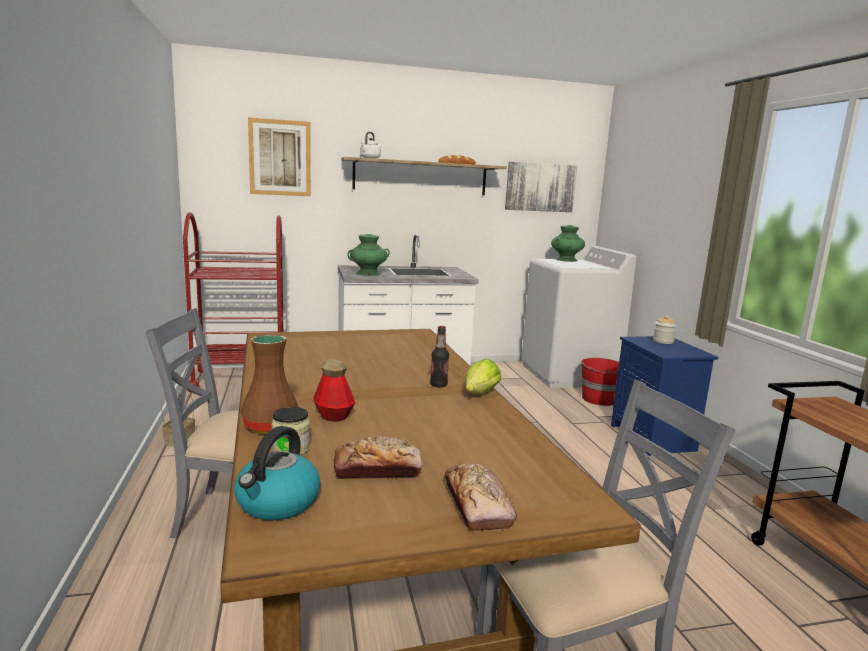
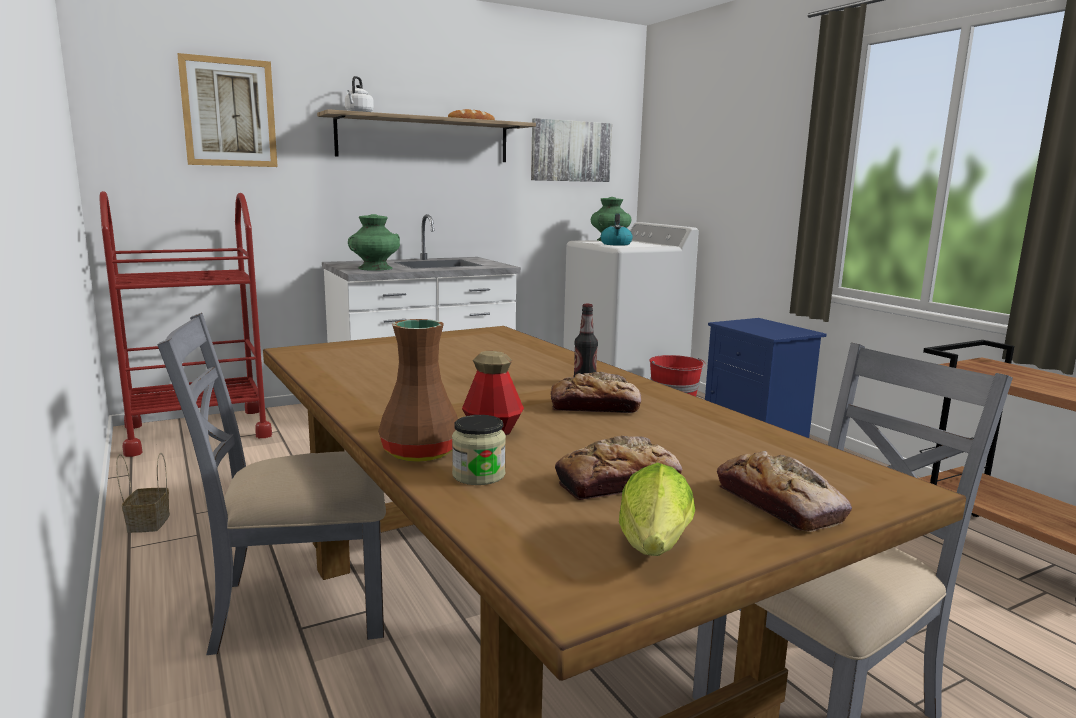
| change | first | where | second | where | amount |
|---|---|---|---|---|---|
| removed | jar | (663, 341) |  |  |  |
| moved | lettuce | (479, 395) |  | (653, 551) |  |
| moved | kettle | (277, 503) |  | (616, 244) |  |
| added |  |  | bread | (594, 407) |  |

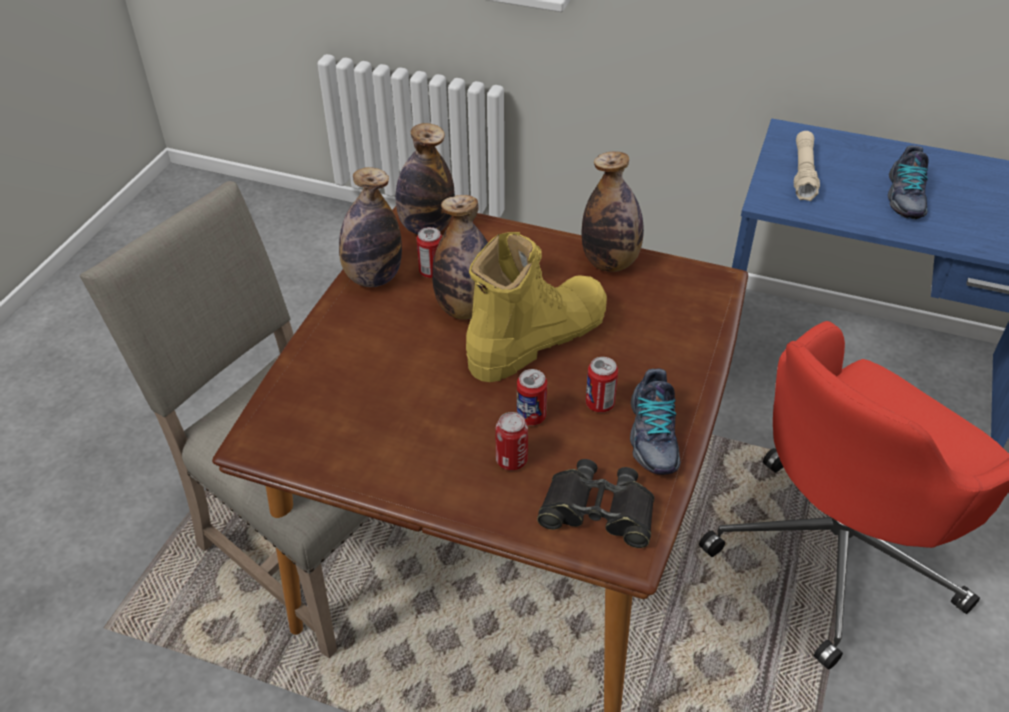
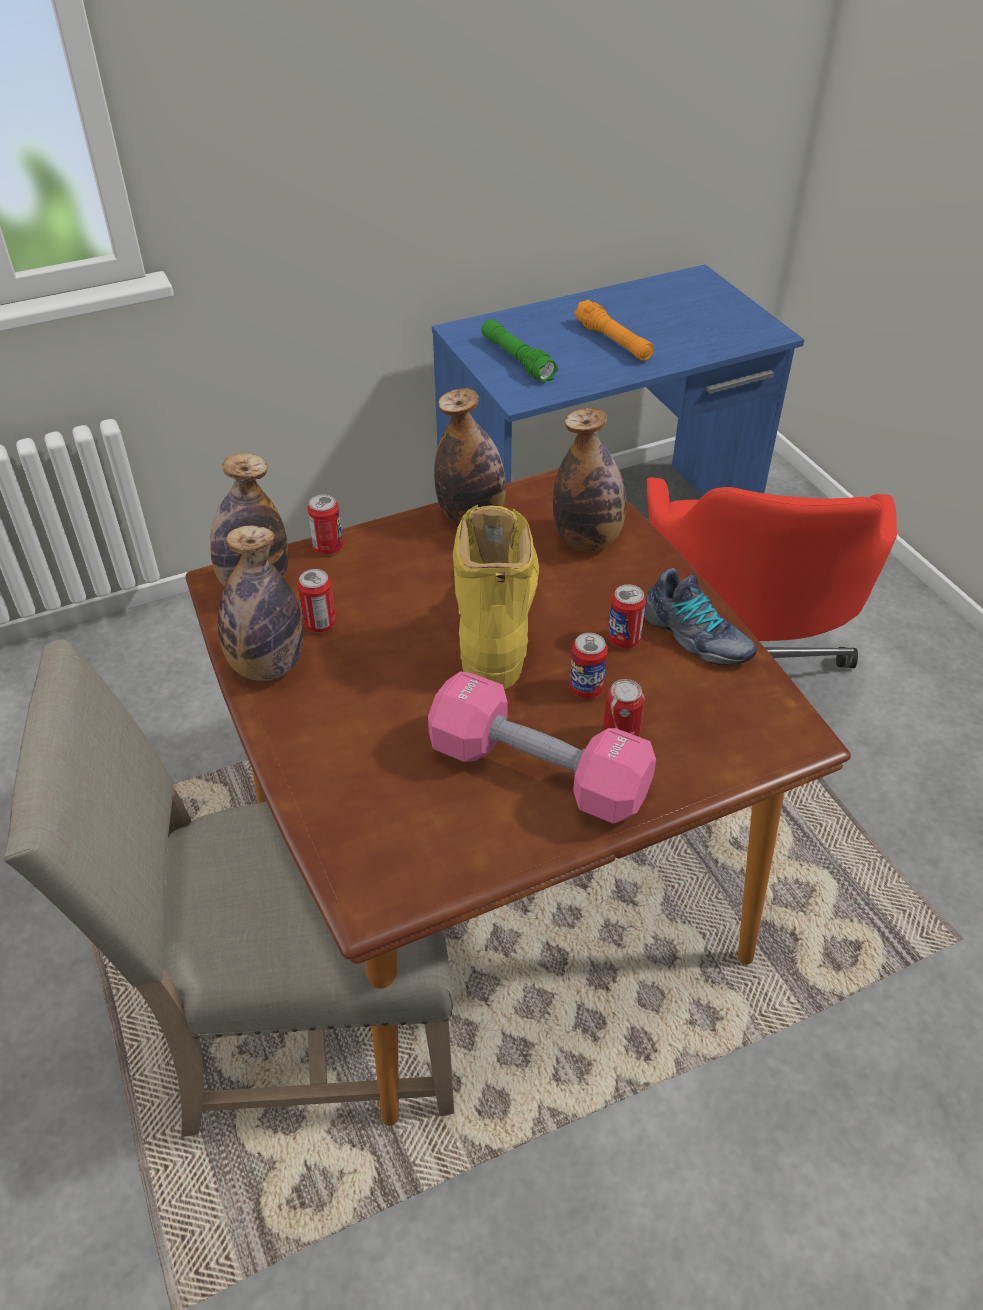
| change | first | where | second | where | amount |
|---|---|---|---|---|---|
| recoloured | beige_flashlight | (803, 173) | green_flashlight | (517, 360) |  |
| replaced | shoe | (904, 197) | orange_flashlight | (613, 341) |  |
| moved | bottle | (466, 309) |  | (587, 540) |  |
| removed | black_binoculars | (598, 511) |  |  |  |
| added |  |  | can | (328, 547) |  |
| added |  |  | pink_dumbbell | (538, 772) |  |

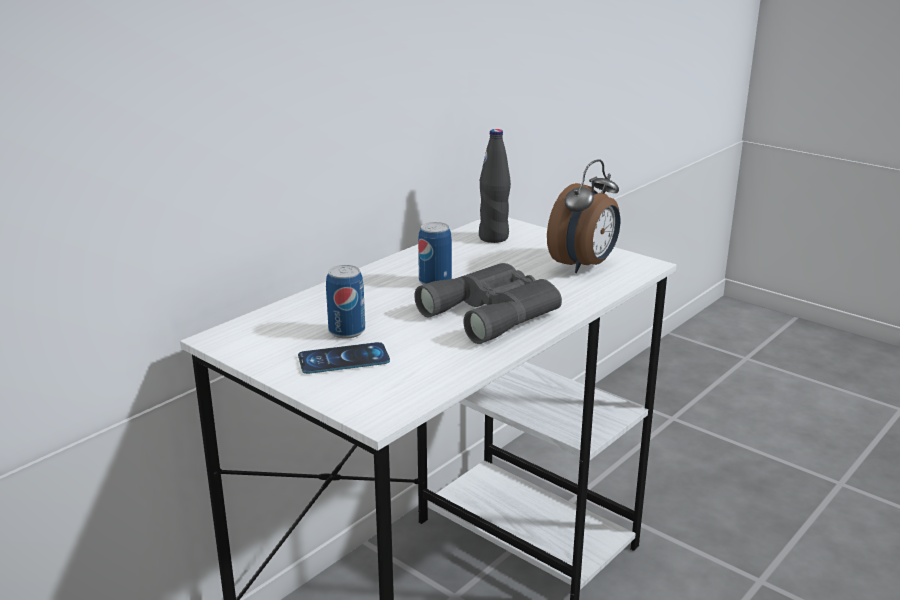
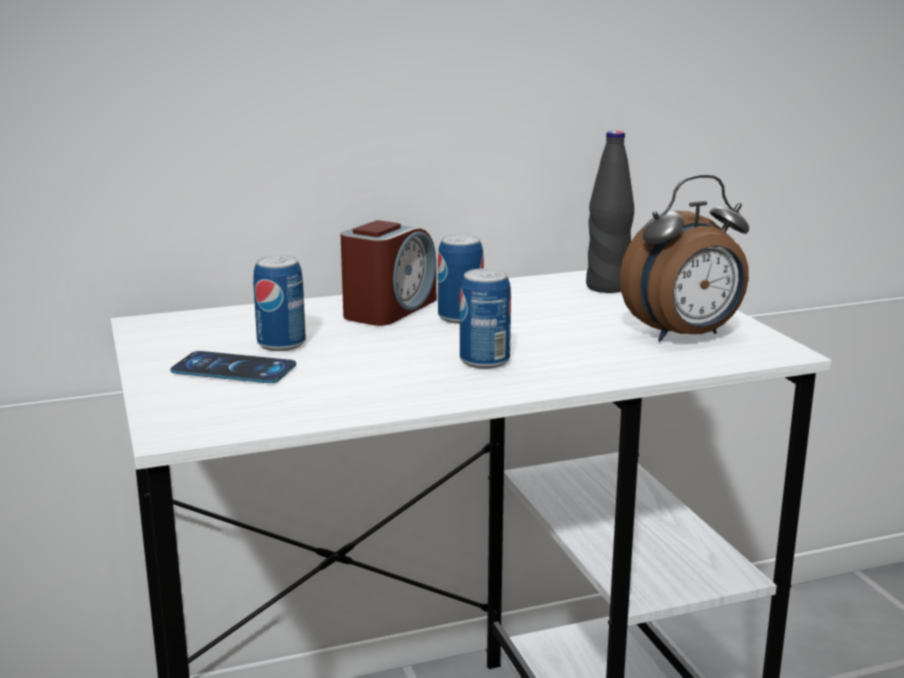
| change | first | where | second | where | amount |
|---|---|---|---|---|---|
| replaced | grey_binoculars | (495, 312) | can | (484, 361) |  |
| added |  |  | alarm_clock | (389, 309) |  |

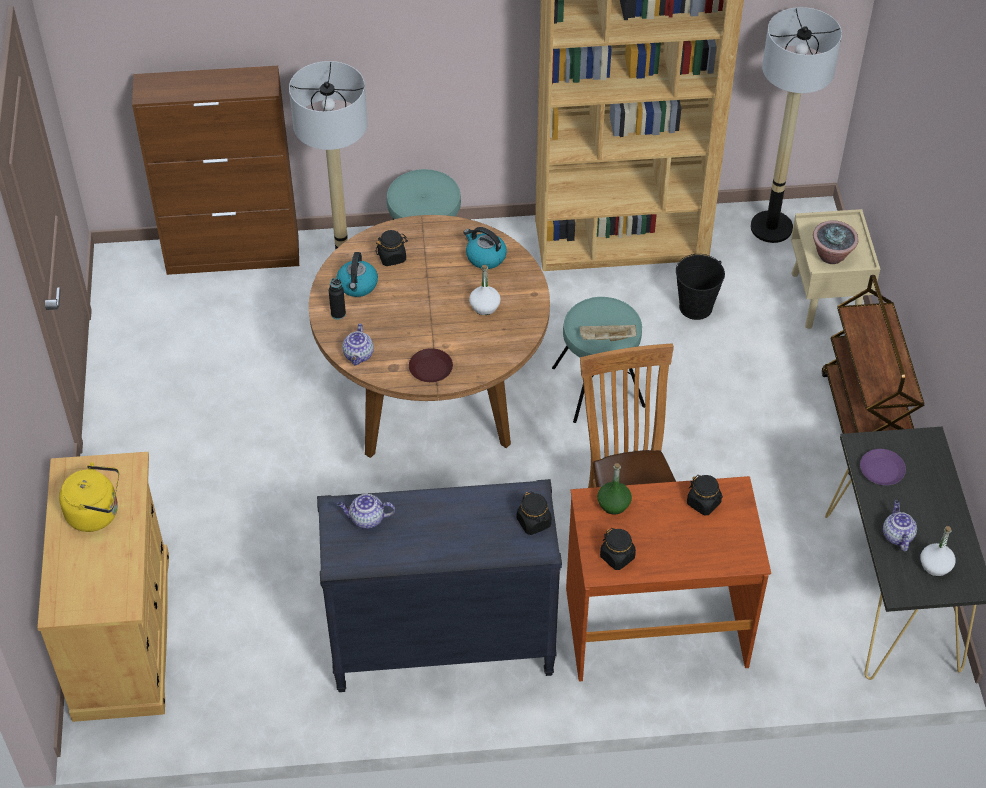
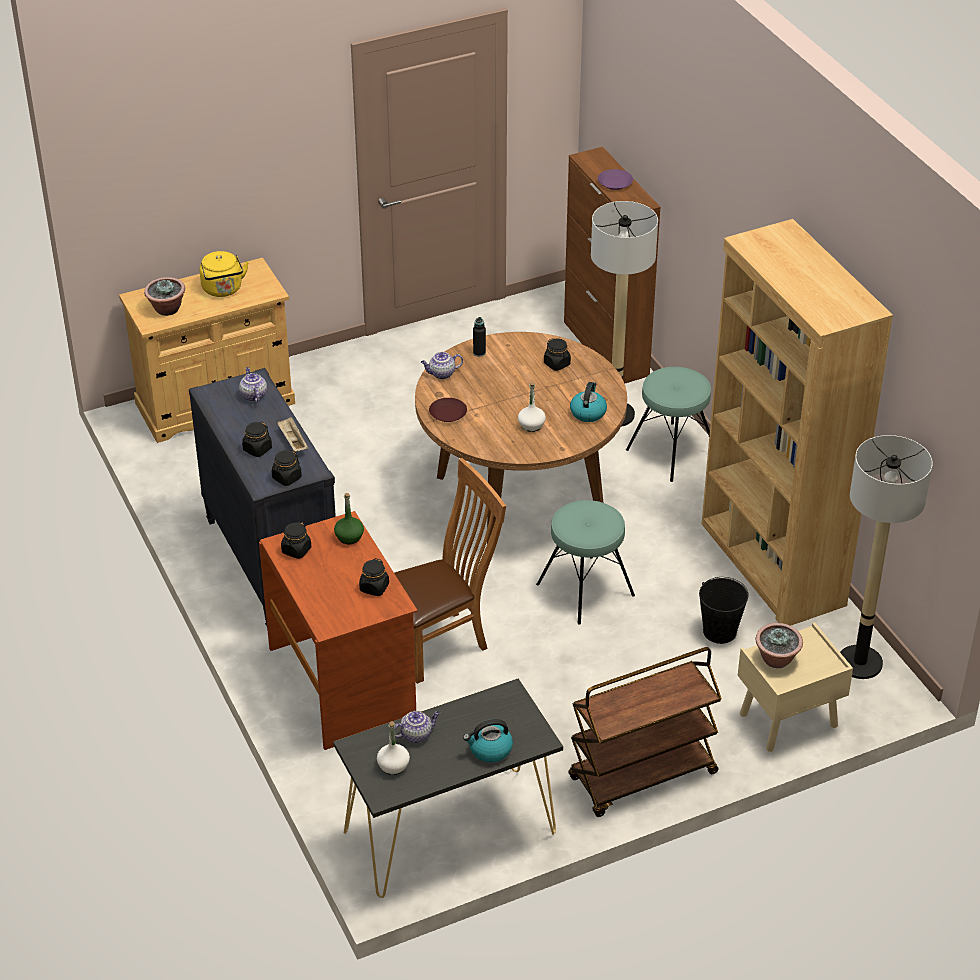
| change | first | where | second | where | amount |
|---|---|---|---|---|---|
| moved | kettle | (357, 285) |  | (490, 750) |  |
| moved | beige_tray | (607, 339) |  | (292, 441) |  |
| moved | purple_plate | (881, 470) |  | (615, 182) |  |
| added |  |  | potted_plant | (167, 309) |  |
| added |  |  | black_jar | (257, 449) |  |

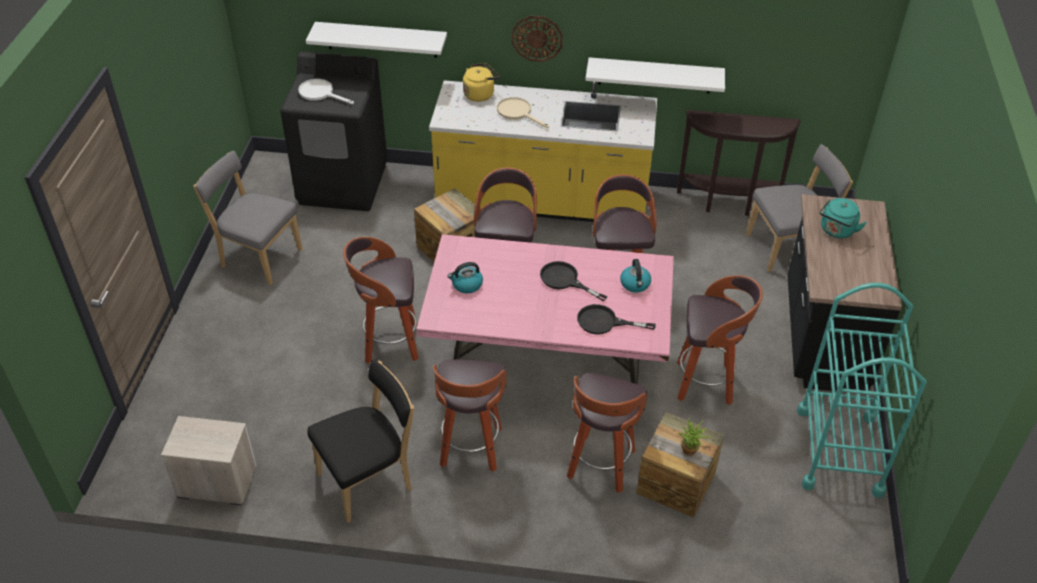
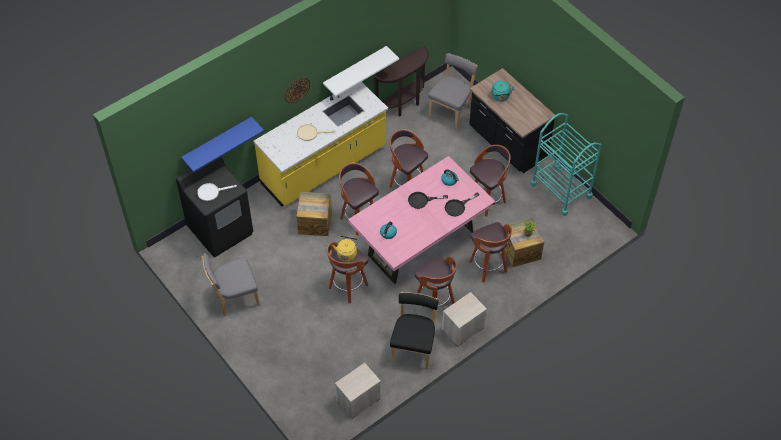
| change | first | where | second | where | amount |
|---|---|---|---|---|---|
| recoloured | white_shelf | (381, 39) | blue_shelf | (217, 142) |  |
| moved | yellow_kettle | (480, 94) |  | (347, 253) |  |
| added |  |  | nightstand | (462, 329) |  |

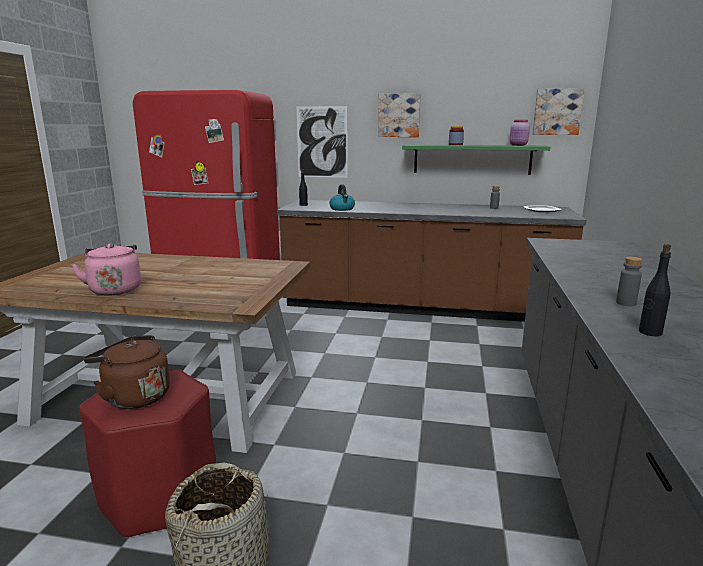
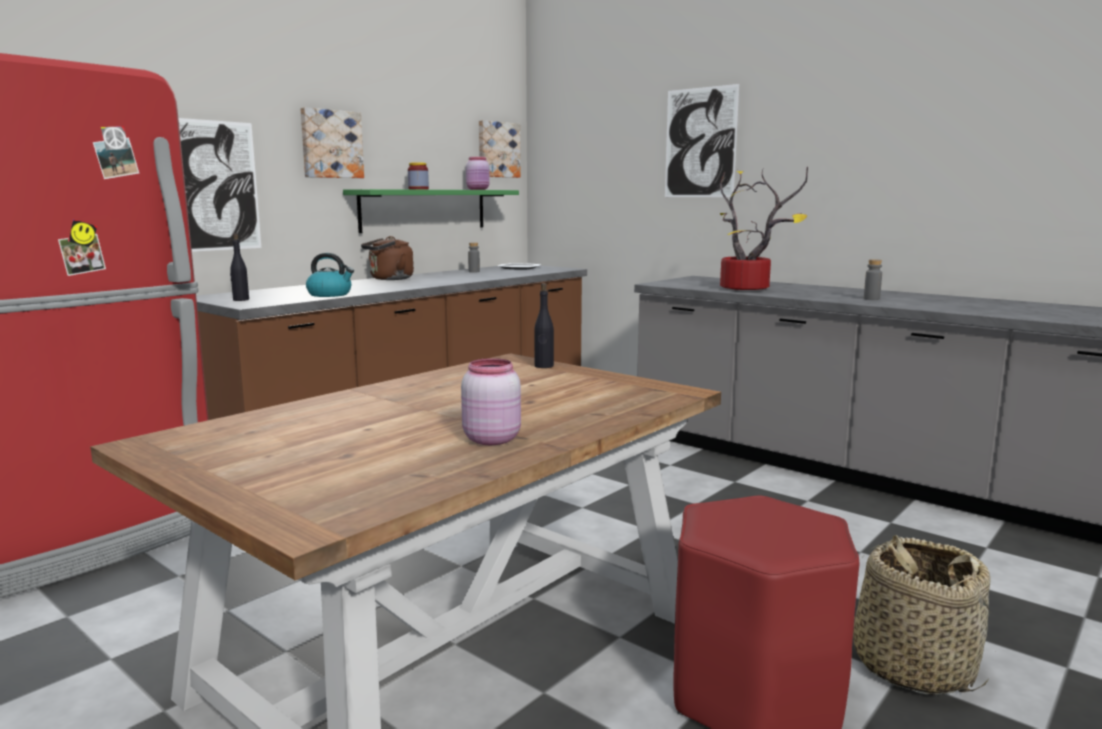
| change | first | where | second | where | amount |
|---|---|---|---|---|---|
| replaced | pink_kettle | (115, 289) | pink_jar | (490, 439) |  |
| moved | black_bottle | (650, 332) |  | (544, 366) |  |
| moved | brown_kettle | (134, 397) |  | (389, 279) |  |
| added |  |  | picture | (700, 143) |  |
| added |  |  | potted_plant | (749, 289) |  |

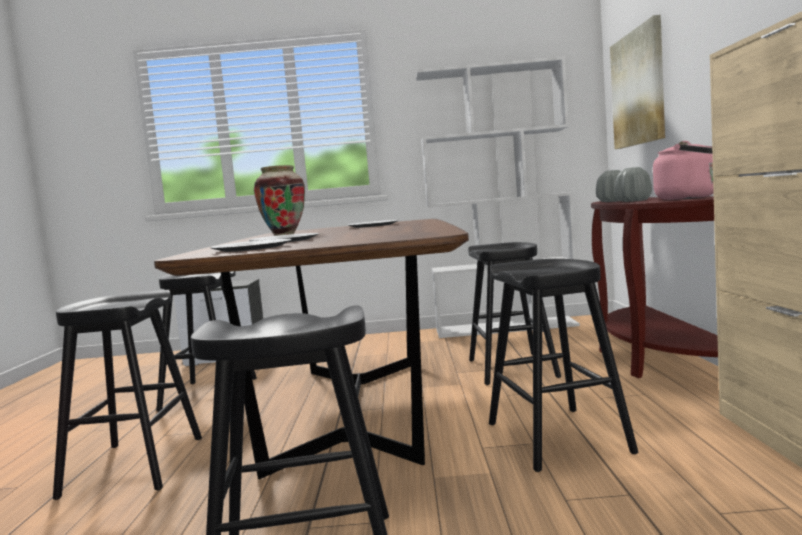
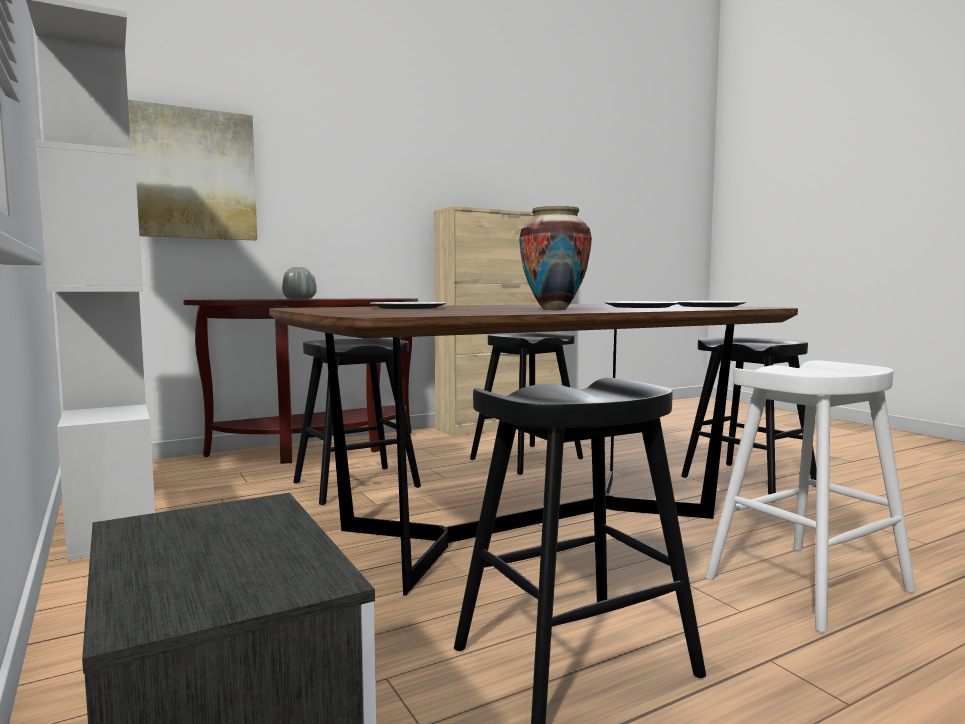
| change | first | where | second | where | amount |
|---|---|---|---|---|---|
| removed | pink_kettle | (690, 198) |  |  |  |
| removed | grey_vase | (633, 201) |  |  |  |
| recoloured | black_stool | (134, 466) | white_stool | (808, 584) |  |

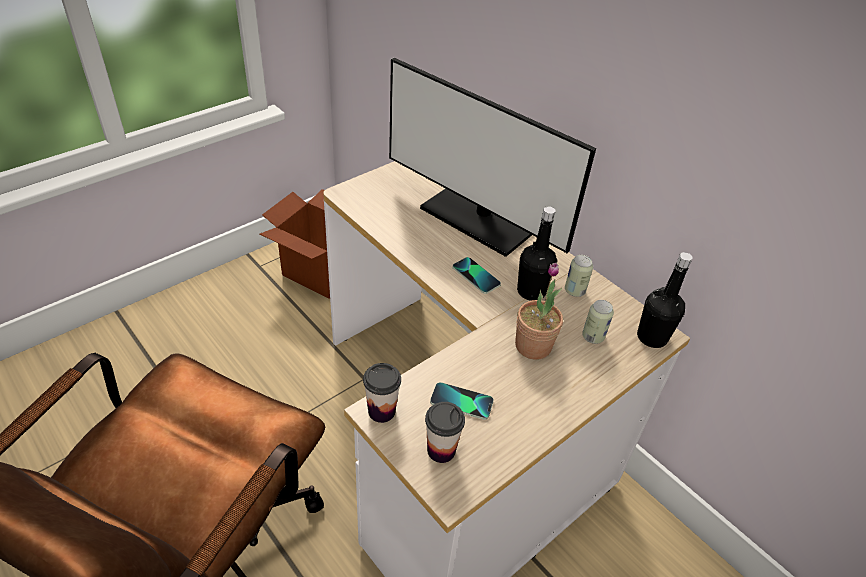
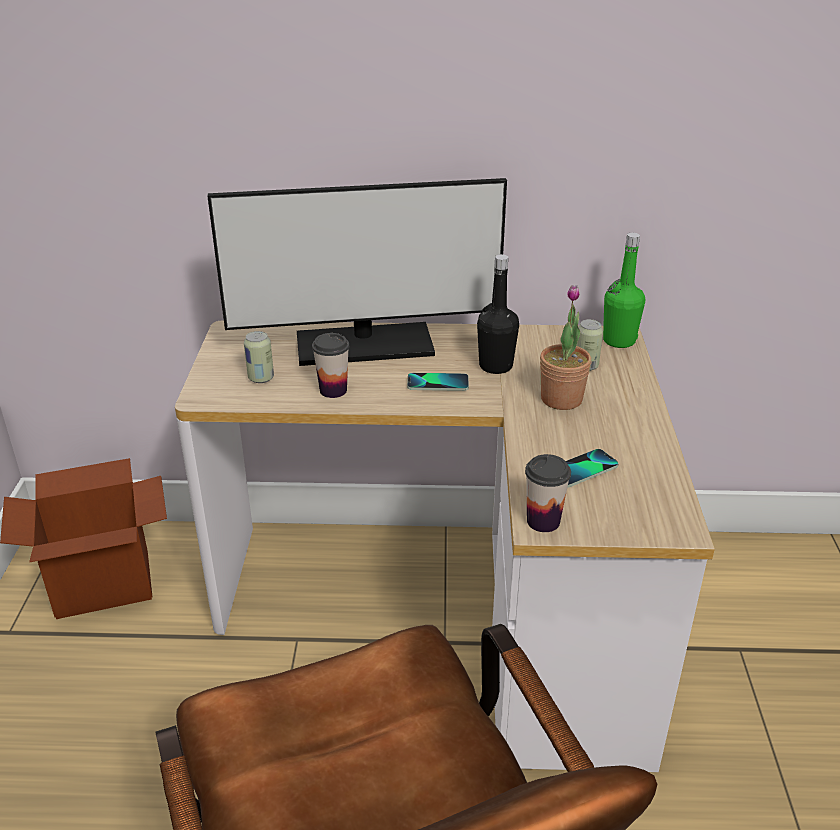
| change | first | where | second | where | amount |
|---|---|---|---|---|---|
| recoloured | black_bottle | (652, 337) | green_bottle | (619, 341) |  |
| moved | can | (574, 291) |  | (261, 378) |  |
| moved | cup | (441, 450) |  | (333, 390) |  |

